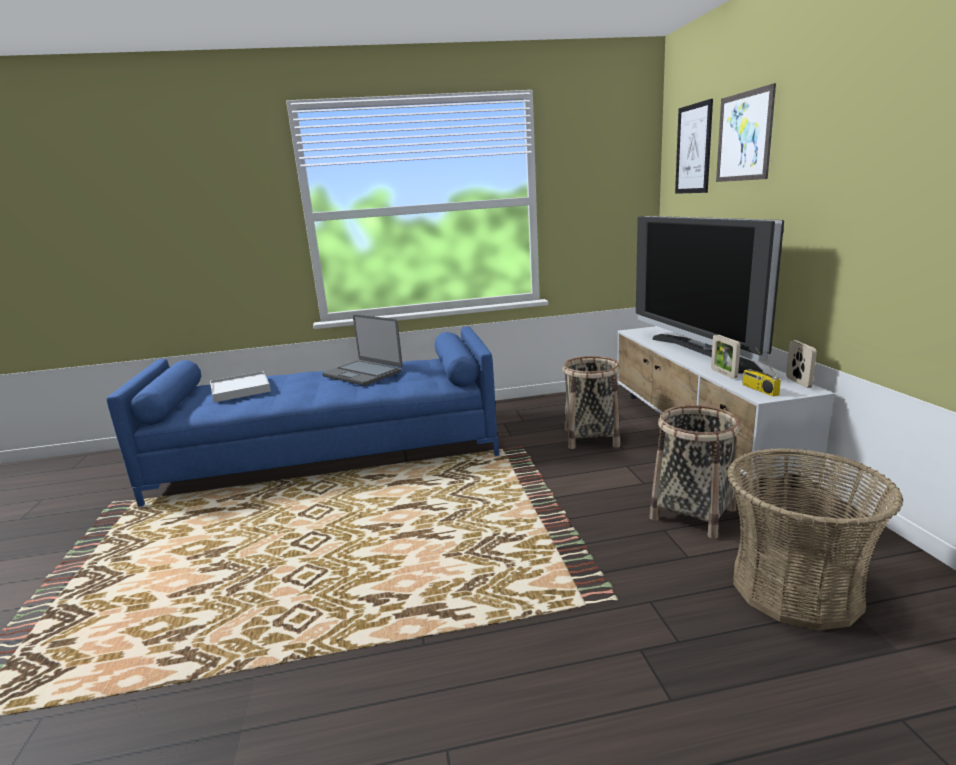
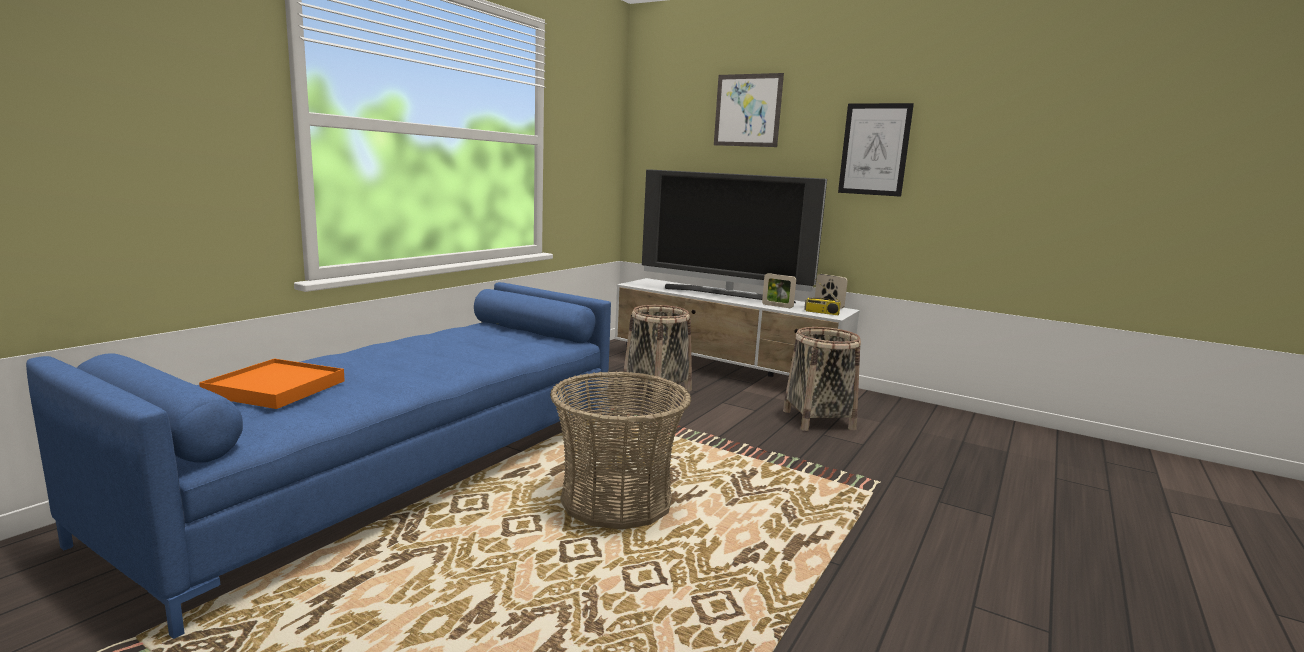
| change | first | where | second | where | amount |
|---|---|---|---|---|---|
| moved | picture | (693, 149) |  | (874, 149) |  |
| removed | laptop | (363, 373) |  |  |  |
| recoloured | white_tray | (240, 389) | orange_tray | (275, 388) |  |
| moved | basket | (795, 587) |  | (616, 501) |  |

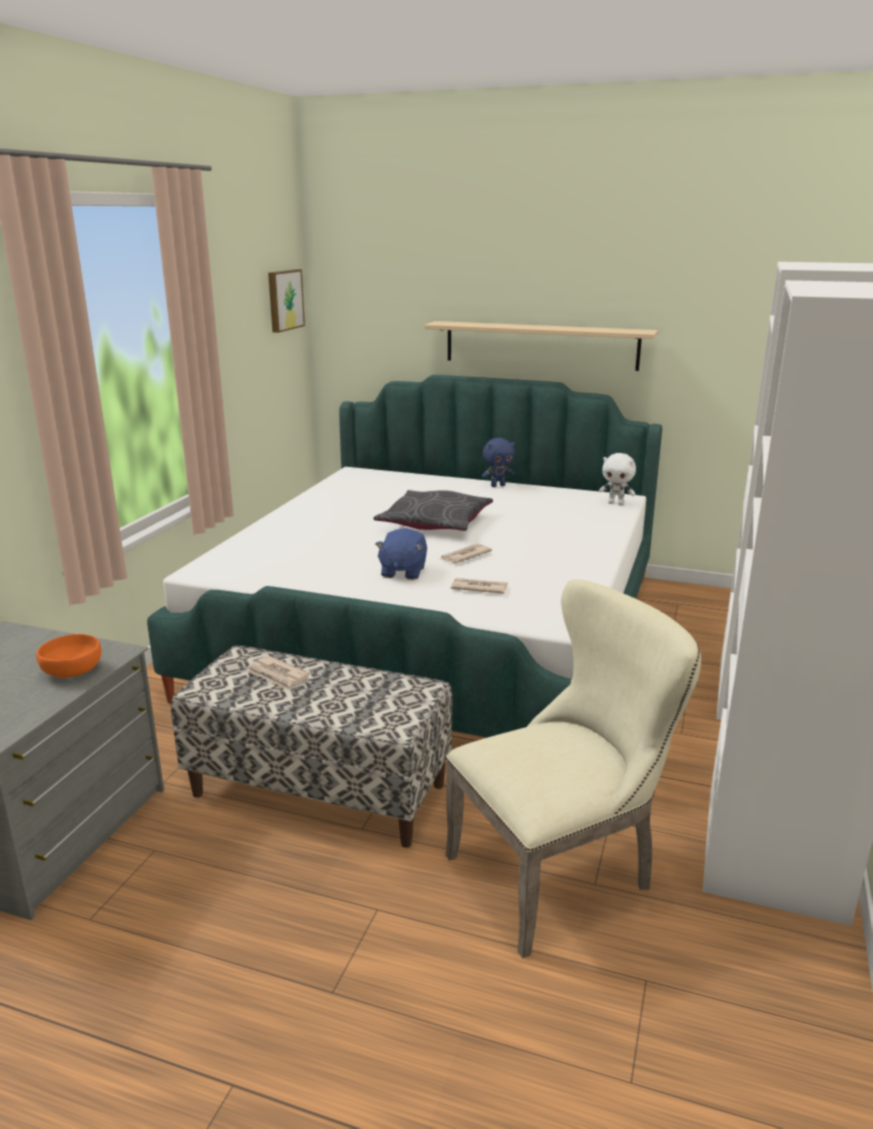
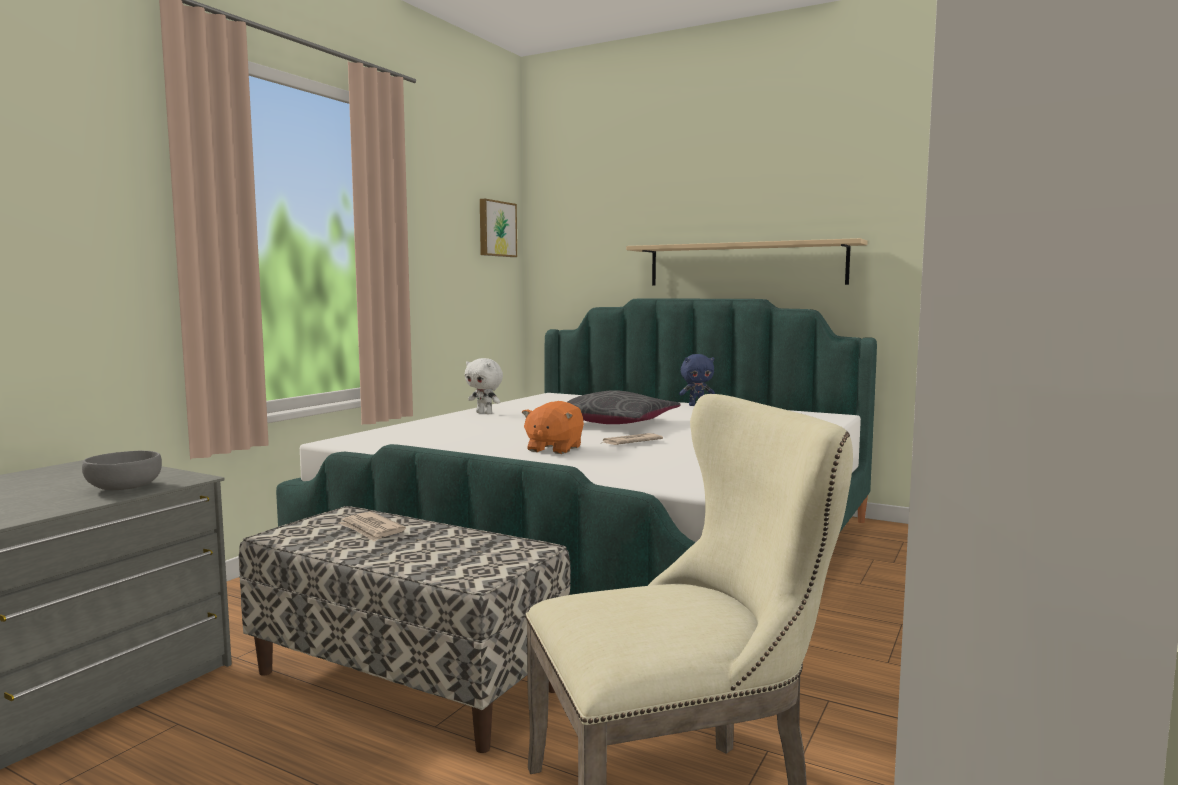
| change | first | where | second | where | amount |
|---|---|---|---|---|---|
| moved | white_plush_toy | (616, 503) |  | (484, 413) |  |
| recoloured | blue_plush_toy | (402, 572) | orange_plush_toy | (554, 449) |  |
| removed | newspaper | (478, 588) |  |  |  |
| recoloured | orange_bowl | (73, 671) | grey_bowl | (125, 487) |  |

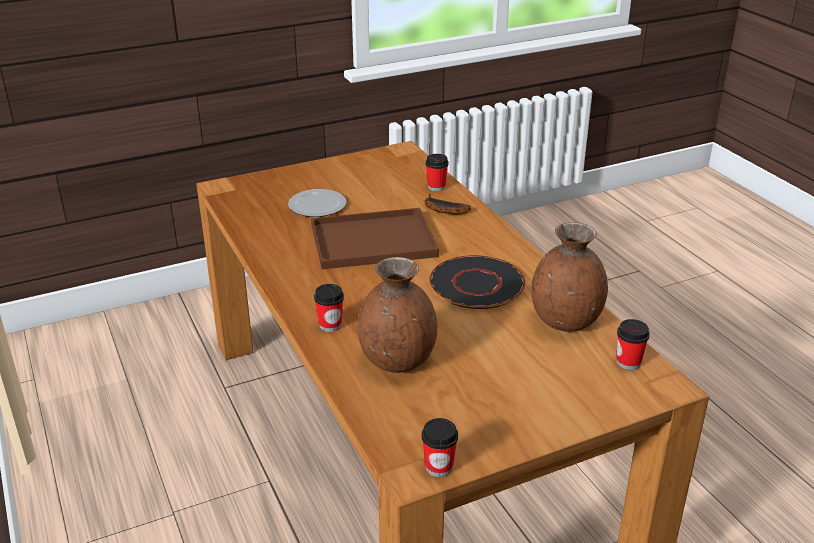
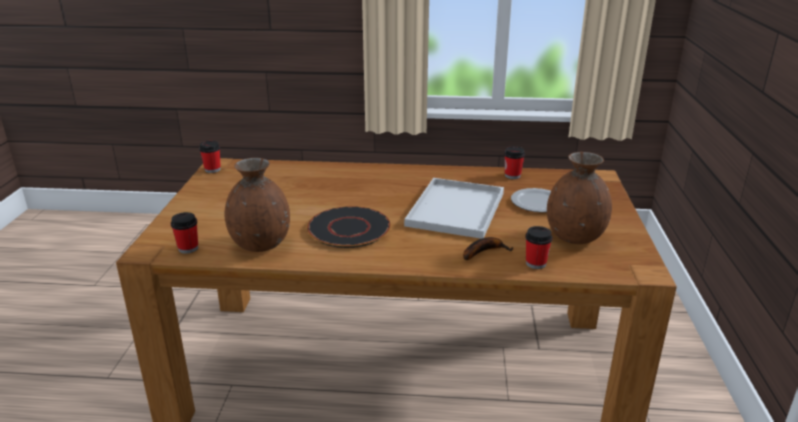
| change | first | where | second | where | amount |
|---|---|---|---|---|---|
| recoloured | brown_tray | (375, 240) | white_tray | (456, 210) |  |
| moved | brown_vase | (397, 360) |  | (575, 237) |  |
| moved | cup | (330, 325) |  | (512, 176) |  |

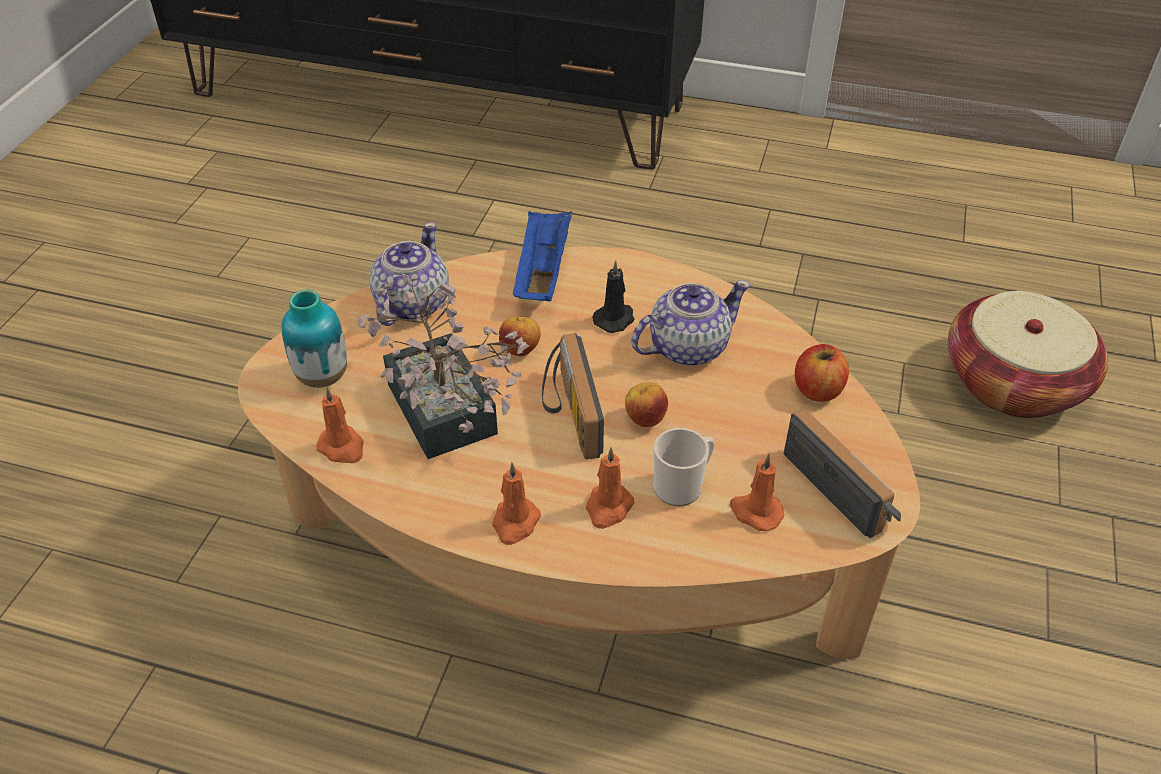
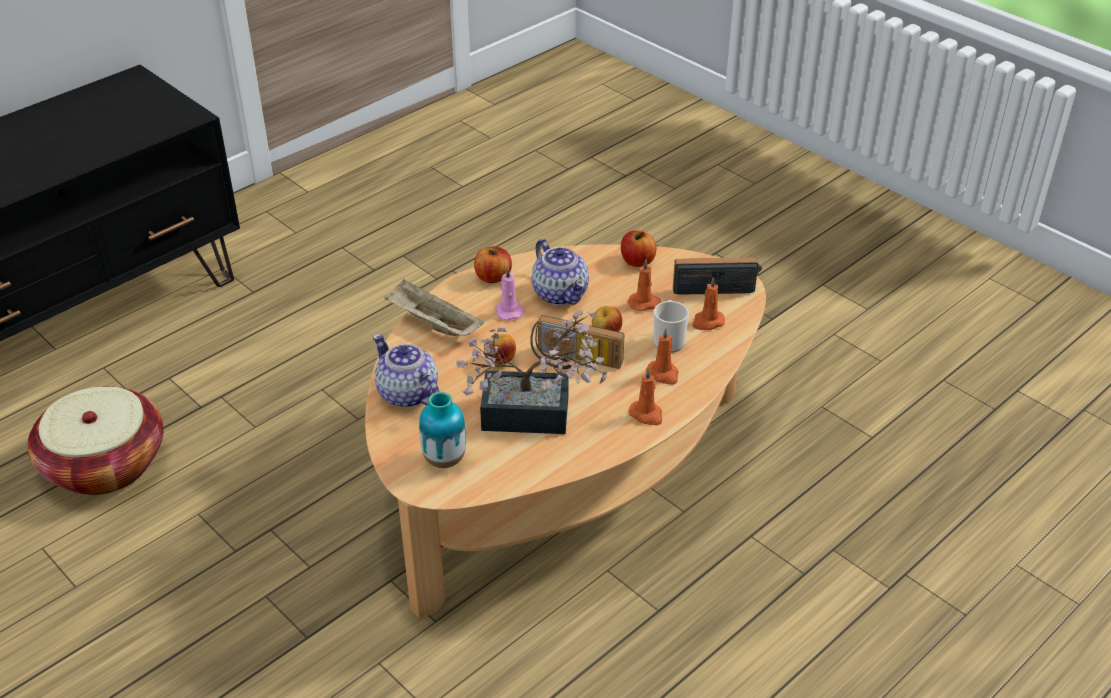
| change | first | where | second | where | amount |
|---|---|---|---|---|---|
| recoloured | blue_tray | (542, 272) | beige_tray | (432, 324) |  |
| recoloured | black_candle | (615, 319) | pink_candle | (508, 311) |  |
| turned | teapot | (686, 347) |  | (560, 293) | 150 degrees clockwise |
| moved | basket | (1013, 383) |  | (105, 465) |  |
| moved | orange_candle | (342, 447) |  | (645, 303) |  |
| added |  |  | apple | (493, 277) |  |

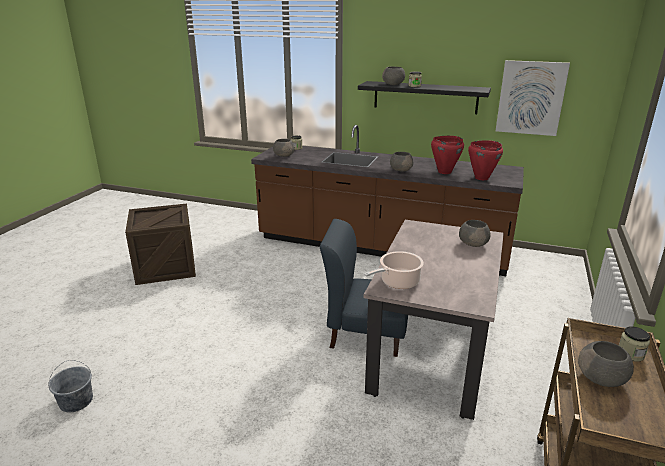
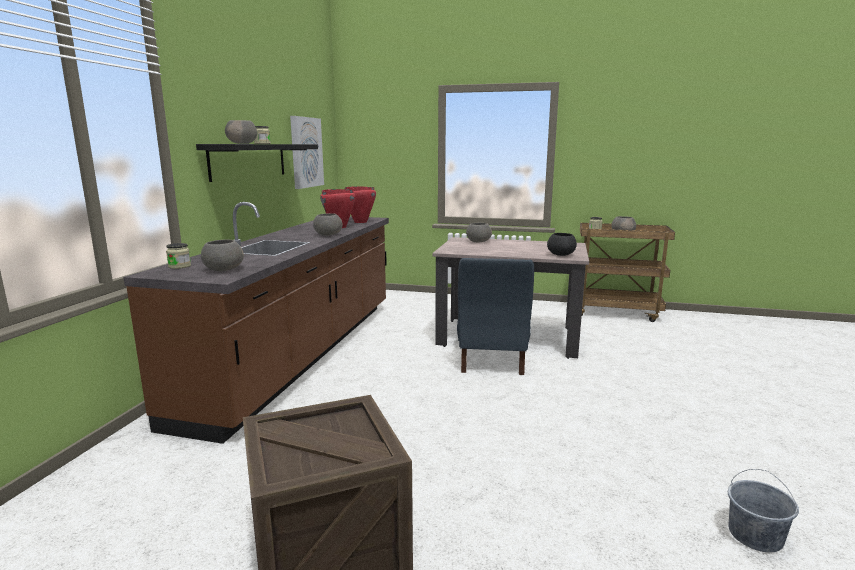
| change | first | where | second | where | amount |
|---|---|---|---|---|---|
| replaced | cooking_pot | (398, 282) | black_bowl | (561, 255) |  |

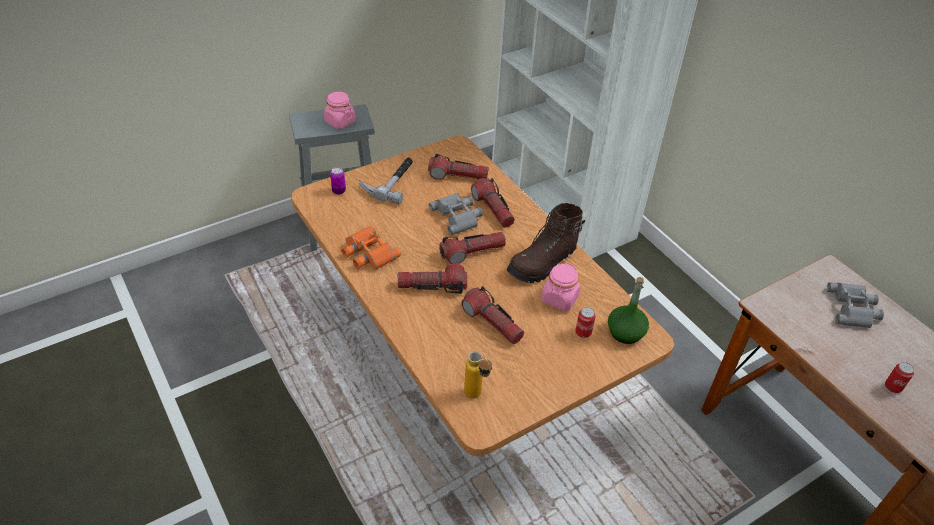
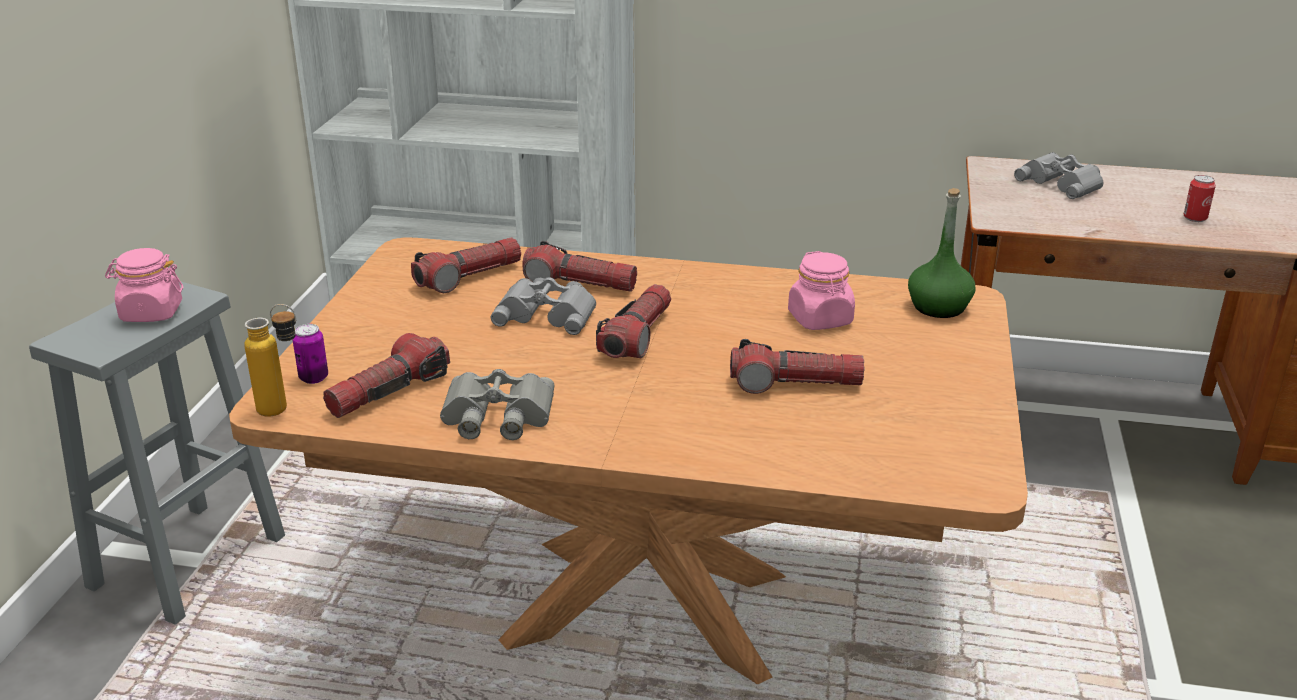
| change | first | where | second | where | amount |
|---|---|---|---|---|---|
| removed | hammer | (390, 181) |  |  |  |
| removed | brown_boot | (543, 263) |  |  |  |
| recoloured | orange_binoculars | (367, 253) | grey_binoculars | (496, 416) |  |
| moved | flashlight | (432, 286) |  | (389, 392) |  |
| removed | can | (583, 332) |  |  |  |
| moved | bottle | (477, 397) |  | (284, 410) |  |

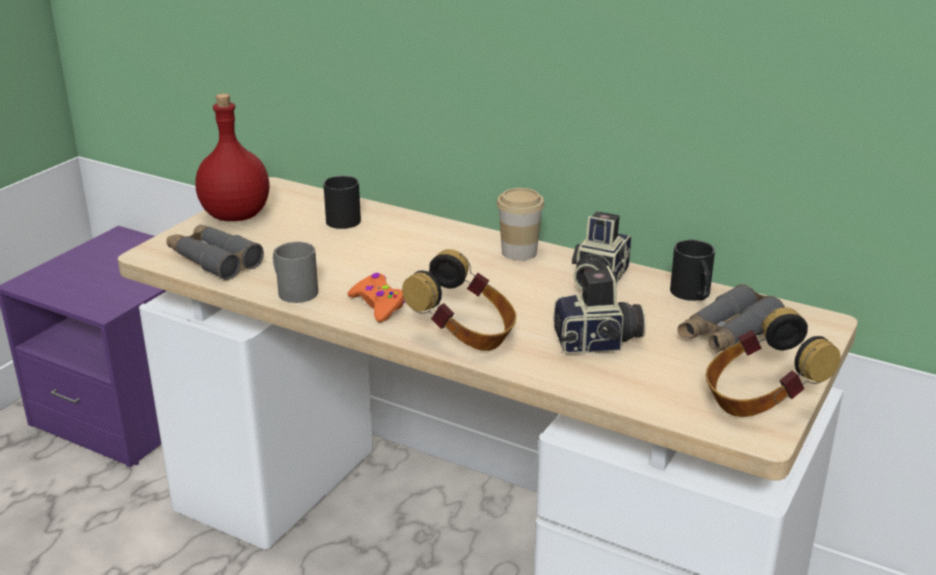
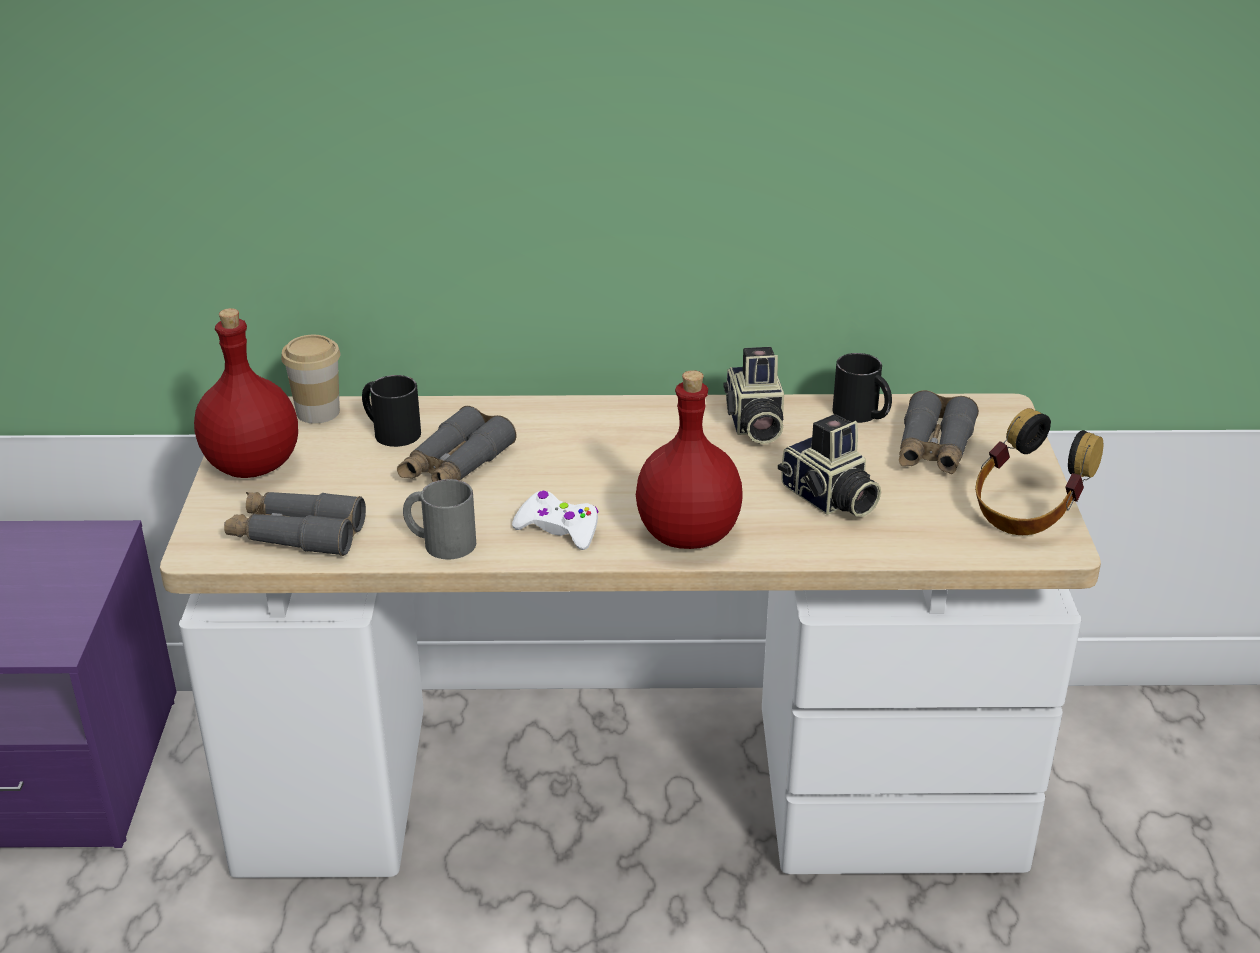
| change | first | where | second | where | amount |
|---|---|---|---|---|---|
| moved | cup | (519, 252) |  | (318, 412) |  |
| replaced | headphones | (465, 336) | red_bottle | (690, 535) |  |
| turned | photo_camera | (598, 343) |  | (828, 499) | 90 degrees clockwise |
| recoloured | orange_game_controller | (378, 305) | white_game_controller | (558, 529) |  |
| added |  |  | grey_binoculars | (456, 465) |  |

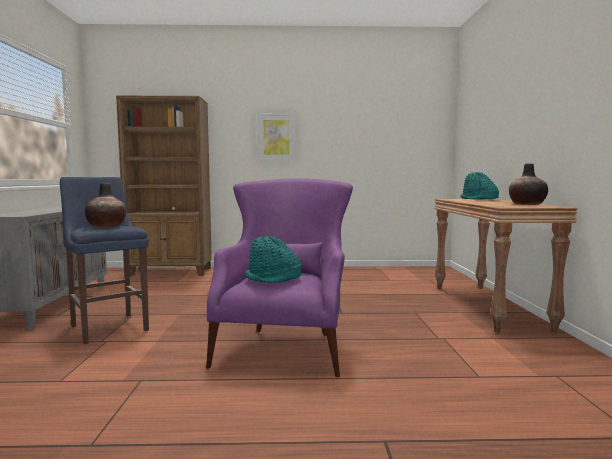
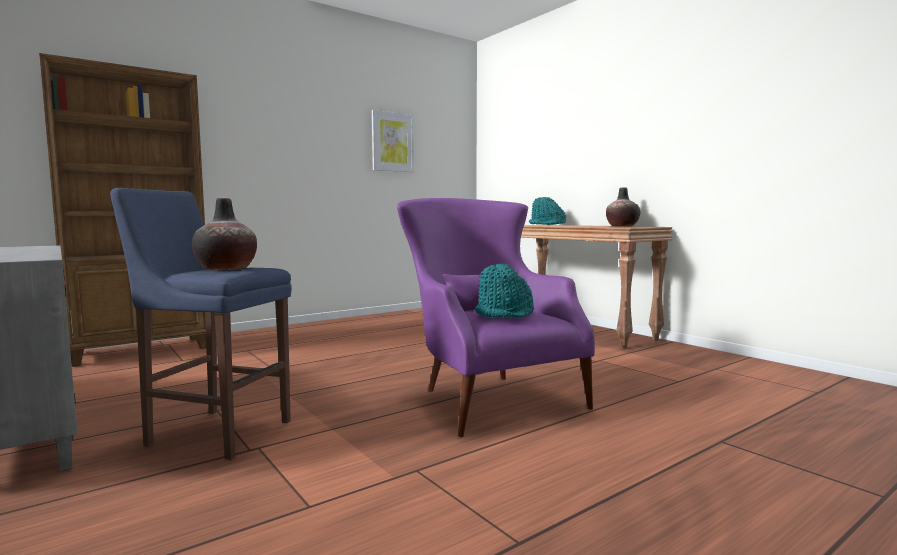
| change | first | where | second | where | amount |
|---|---|---|---|---|---|
| moved | picture | (276, 137) |  | (392, 142) |  |

